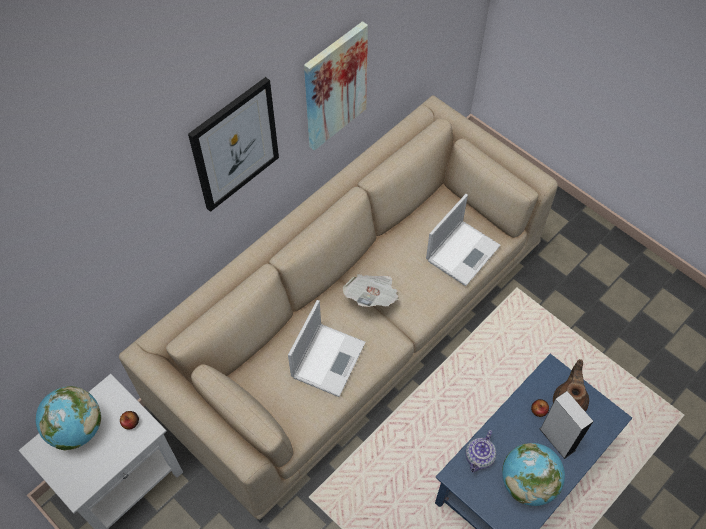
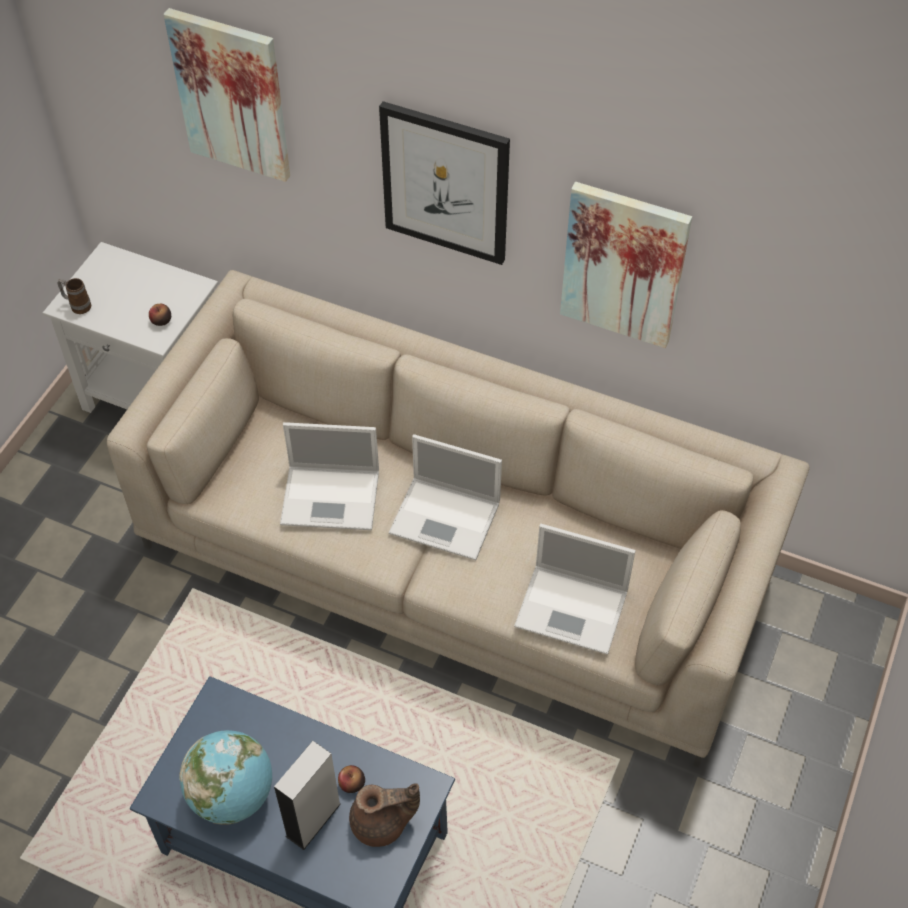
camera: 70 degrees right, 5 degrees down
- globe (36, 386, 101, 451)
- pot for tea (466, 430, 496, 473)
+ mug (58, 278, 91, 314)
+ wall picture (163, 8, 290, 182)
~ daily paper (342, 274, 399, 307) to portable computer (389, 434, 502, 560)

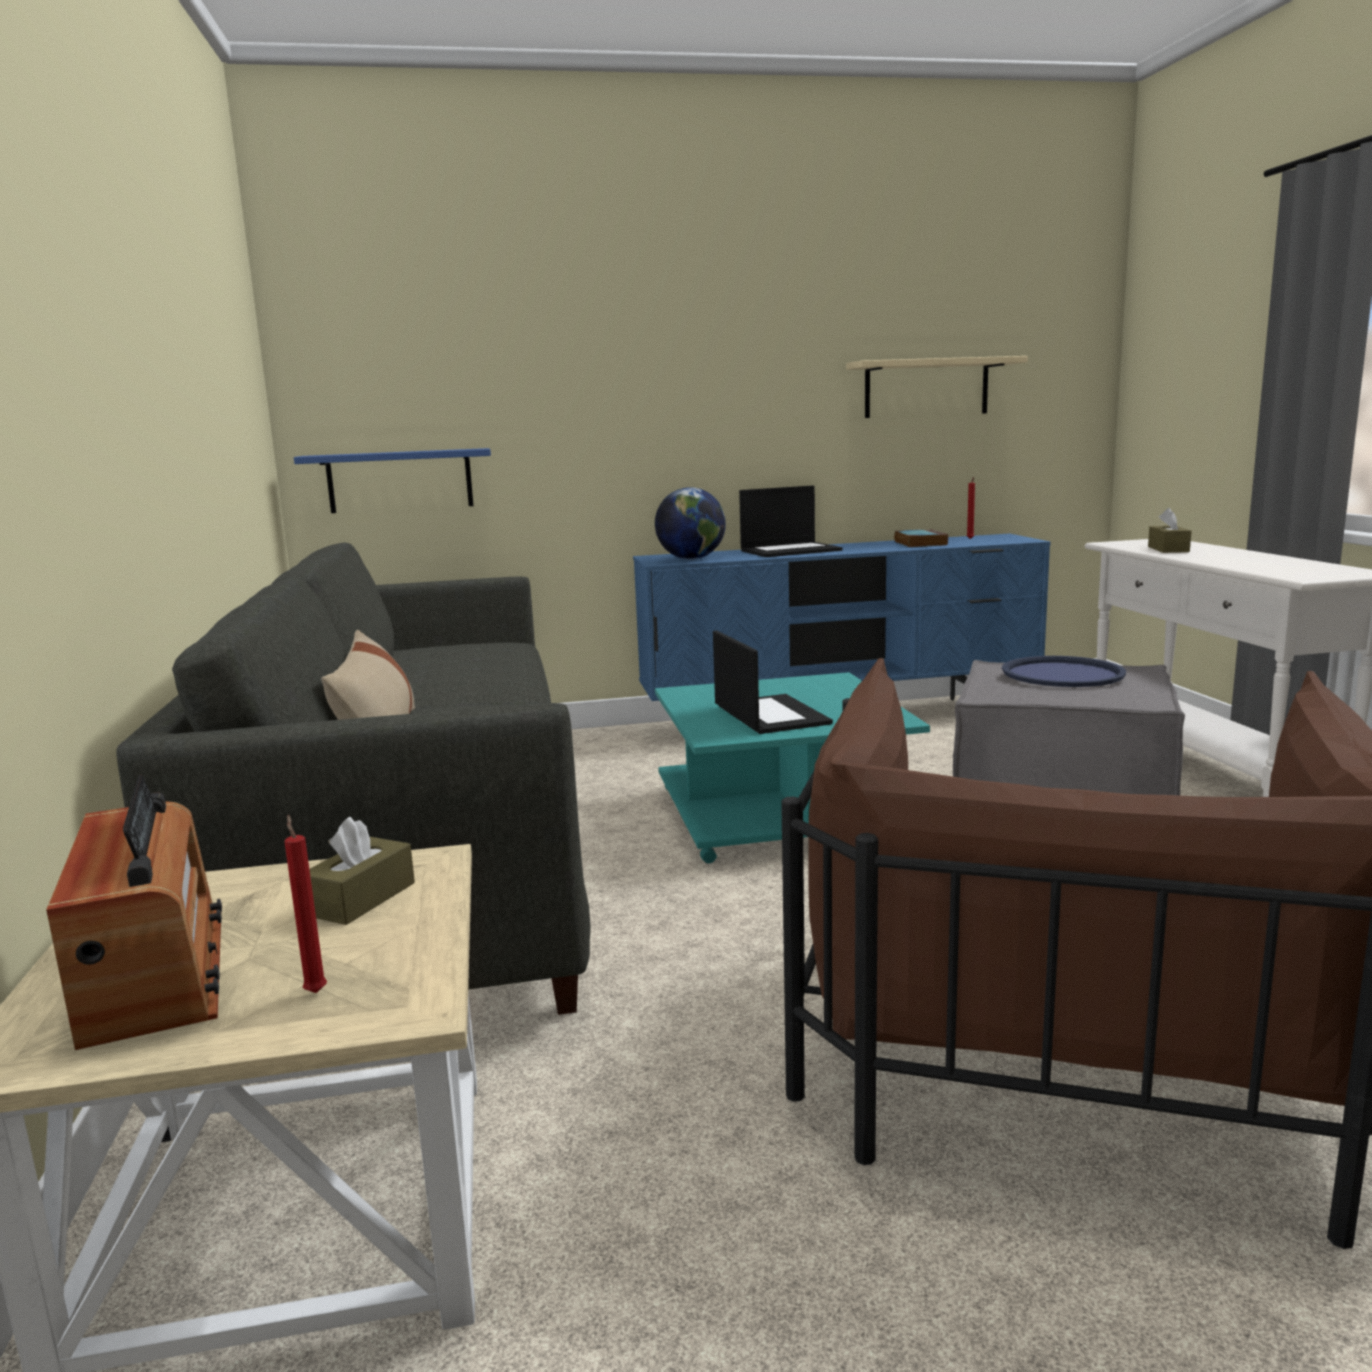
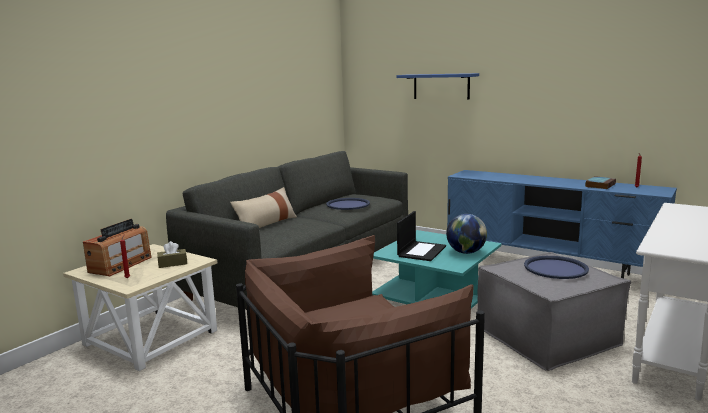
camera: 45 degrees right, 0 degrees up
- portable computer (739, 486, 843, 557)
- shelf (beige) (846, 356, 1028, 418)
- tissue box (brown) (1148, 508, 1192, 553)
+ tray (bluish) (326, 198, 370, 210)
~ shelf (bluish) (294, 448, 491, 513) to (397, 73, 479, 100)
~ globe (655, 487, 726, 559) to (446, 214, 487, 254)

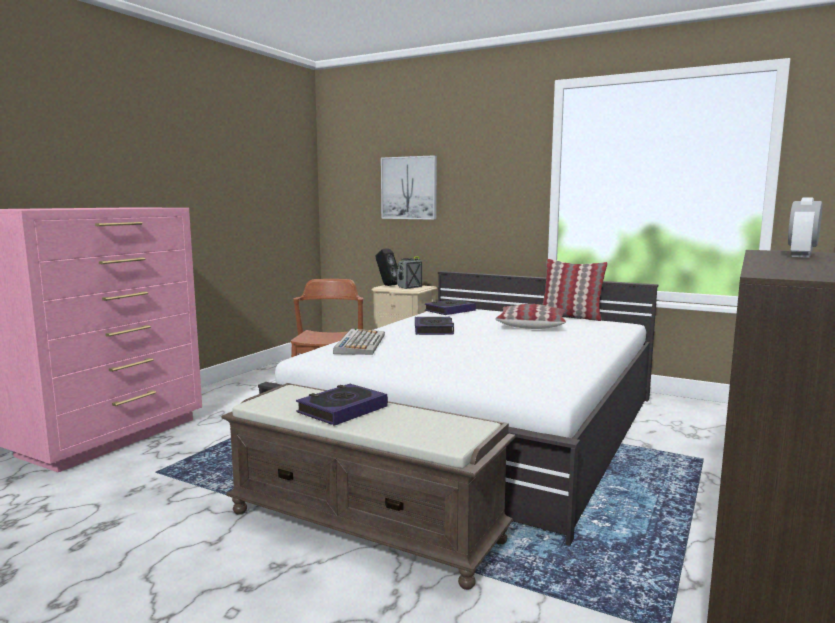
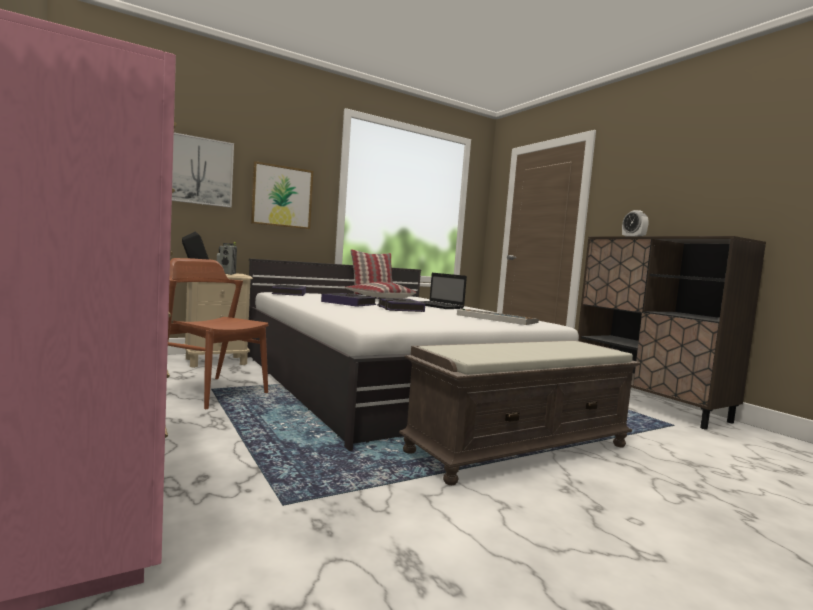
camera: 60 degrees left, 5 degrees down
+ wall picture (251, 161, 313, 229)
+ portable computer (419, 273, 467, 309)
~ book (296, 384, 388, 426) to (377, 297, 425, 312)
~ keyboard (333, 329, 385, 355) to (457, 309, 539, 325)

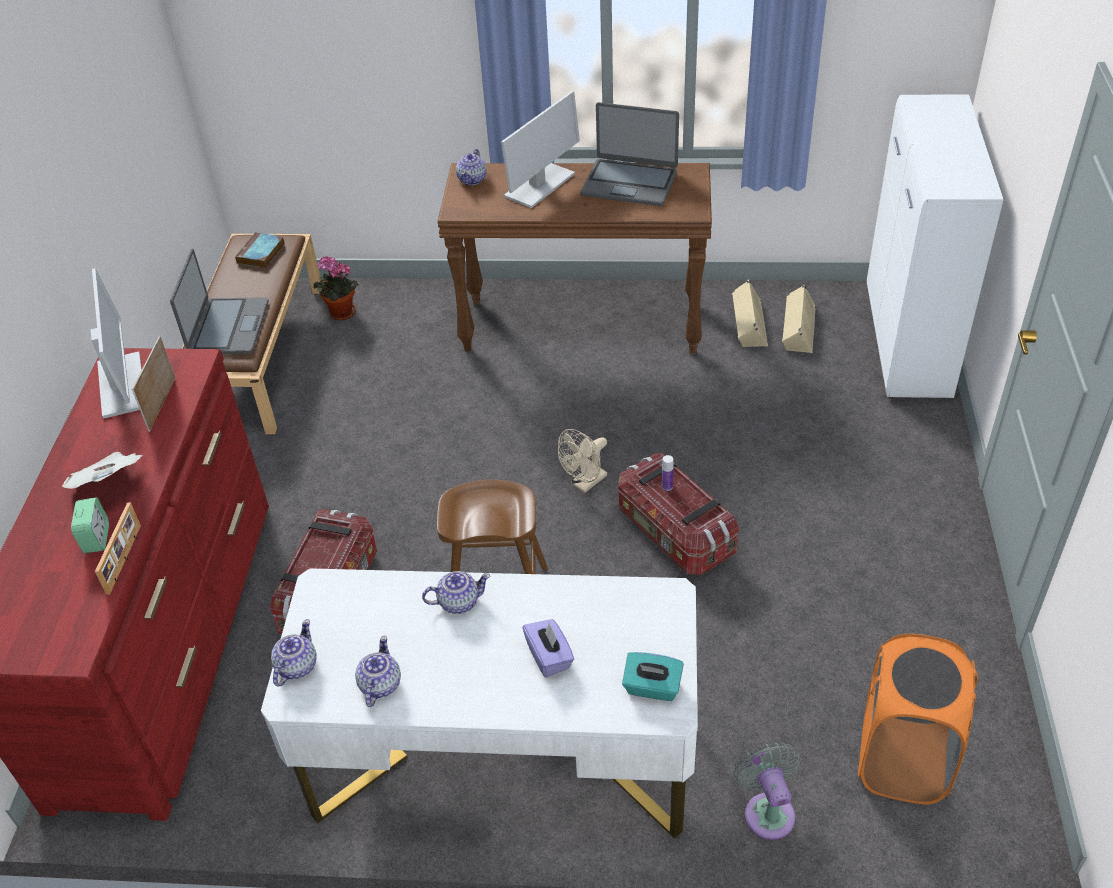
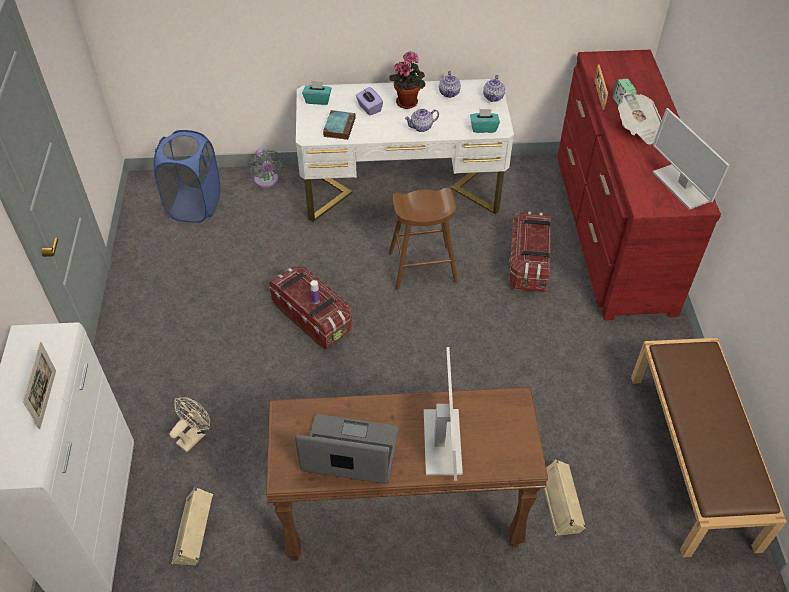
camera: 170 degrees right, 5 degrees up
- portable computer (170, 249, 269, 354)
- pot for tea (456, 149, 487, 185)
+ tissue box (turquoise) (470, 109, 500, 133)
~ photo frame (132, 336, 175, 432) to (22, 342, 56, 429)
~ book (235, 232, 285, 269) to (323, 110, 356, 140)
~ houseplant (314, 256, 358, 320) to (389, 51, 425, 109)
~ fan (beige) (558, 429, 607, 493) to (169, 397, 210, 452)
~ audio speaker (beige) (732, 280, 768, 347) to (544, 459, 586, 536)
~ washing basket (orange) (858, 634, 978, 805) to washing basket (bluish) (154, 130, 220, 223)
~ monitor (501, 91, 580, 208) = (424, 347, 463, 481) 150 degrees clockwise

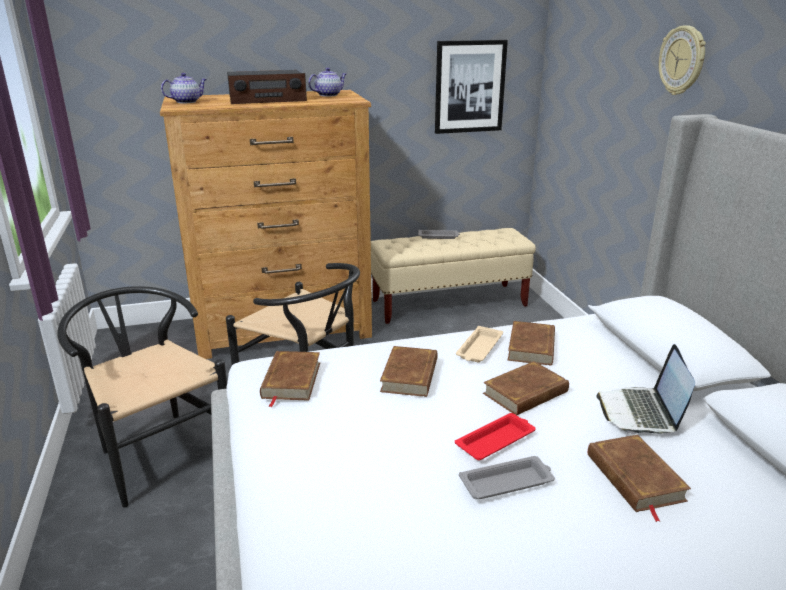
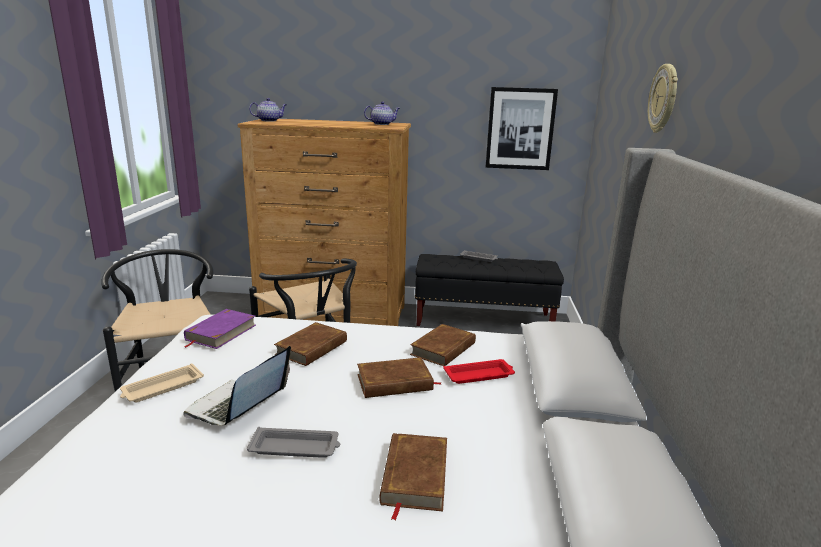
camera: 20 degrees right, 5 degrees down
- radio set (227, 70, 307, 104)
~ tray (red) (455, 413, 536, 460) to (443, 359, 515, 384)
~ tray (beige) (456, 326, 503, 362) to (120, 364, 204, 402)
~ portable computer (596, 344, 695, 434) to (183, 346, 291, 426)
~ book (brown) (260, 351, 320, 407) to book (purplish) (184, 309, 256, 349)
~ indoor bench (beige) (371, 228, 536, 324) to indoor bench (blackish) (415, 254, 564, 326)

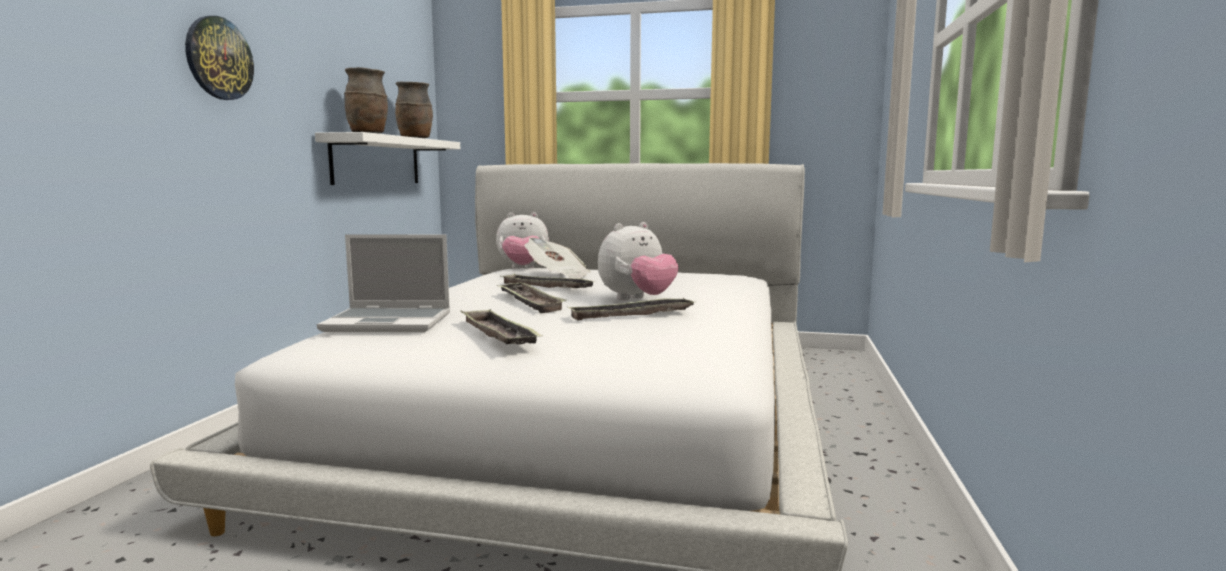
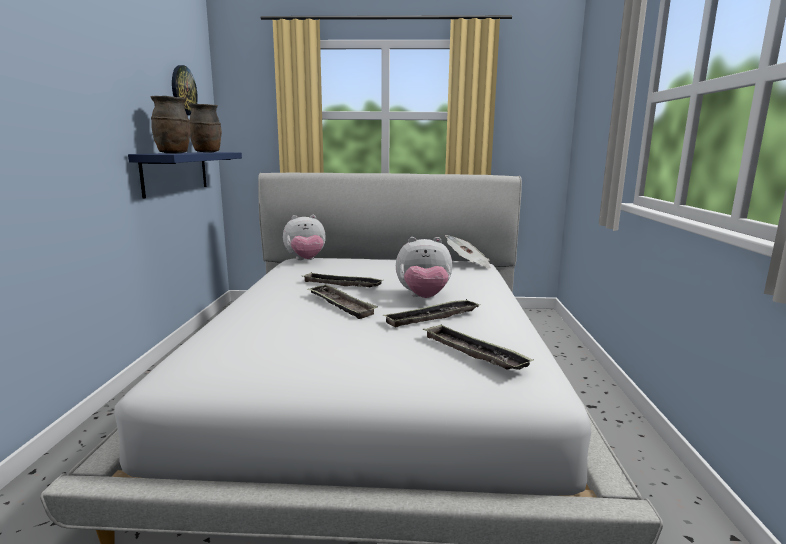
camera: 10 degrees left, 5 degrees up
- portable computer (317, 234, 450, 332)
~ clock on the wall (185, 16, 254, 100) to (172, 65, 198, 115)
~ tray (460, 309, 543, 345) to (423, 324, 534, 370)
~ daily paper (525, 237, 591, 279) to (445, 235, 491, 269)
~ shelf (white-coloured) (315, 132, 460, 185) to shelf (bluish) (128, 152, 242, 199)
~ soft toy (598, 222, 679, 300) = (396, 237, 452, 298) 45 degrees clockwise

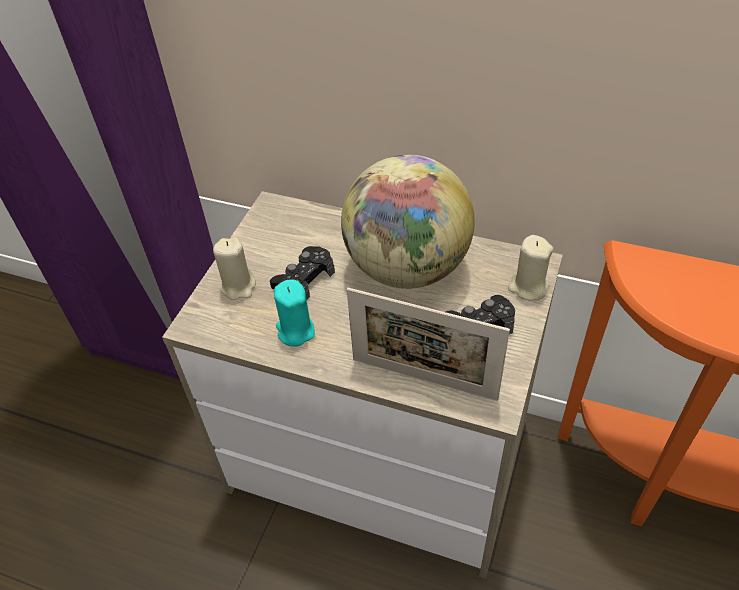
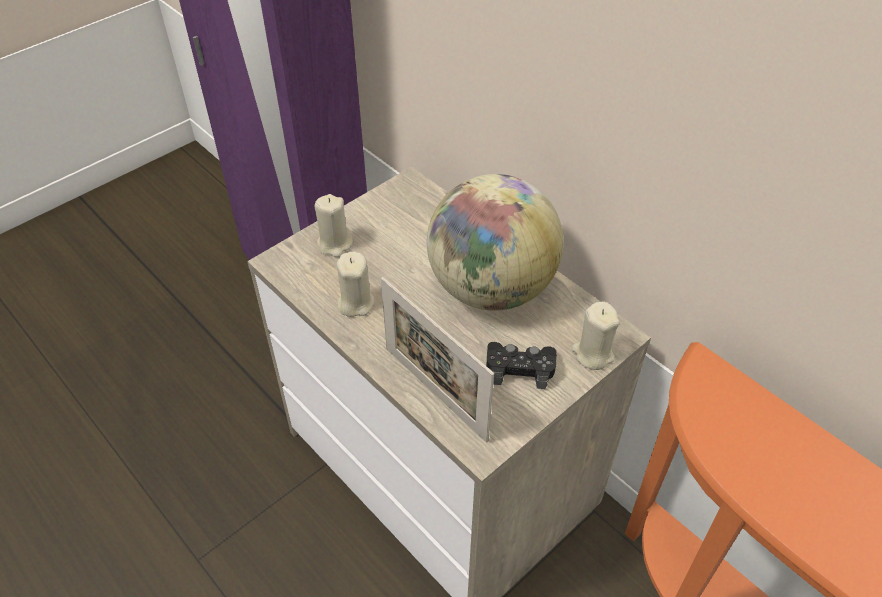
camera: 25 degrees right, 0 degrees up
- joypad (blackish) (270, 246, 335, 300)
~ wax light (turquoise) (274, 279, 315, 347) to wax light (beige) (337, 252, 374, 317)

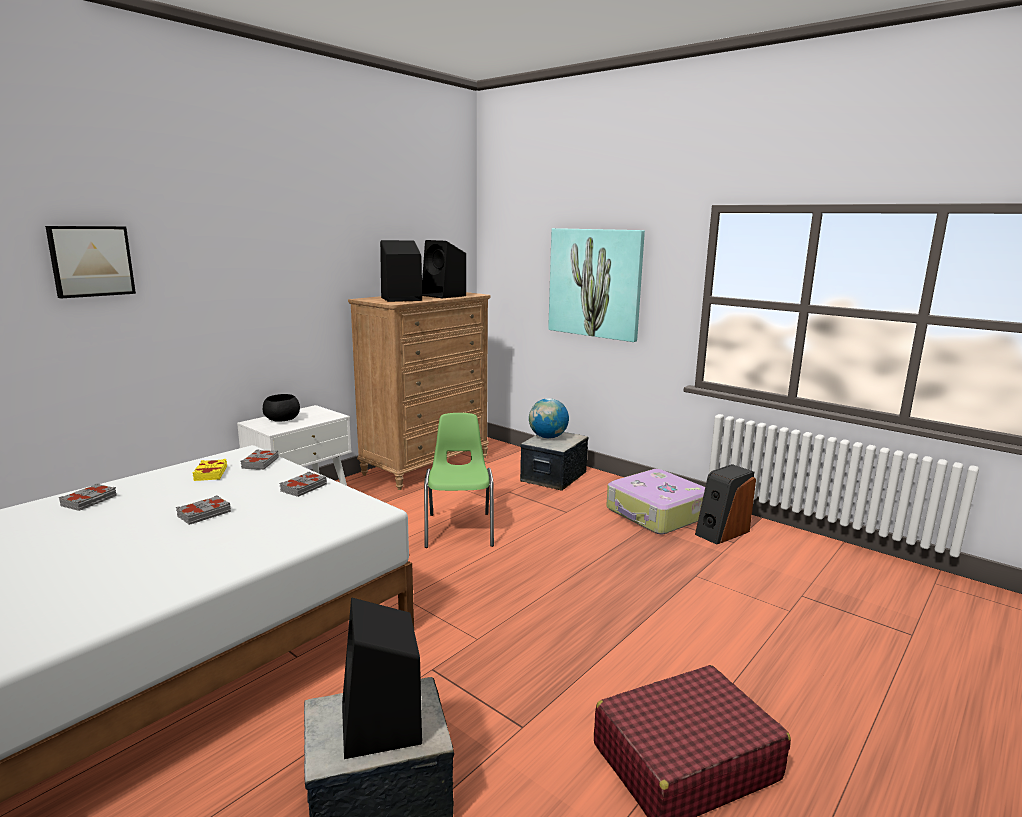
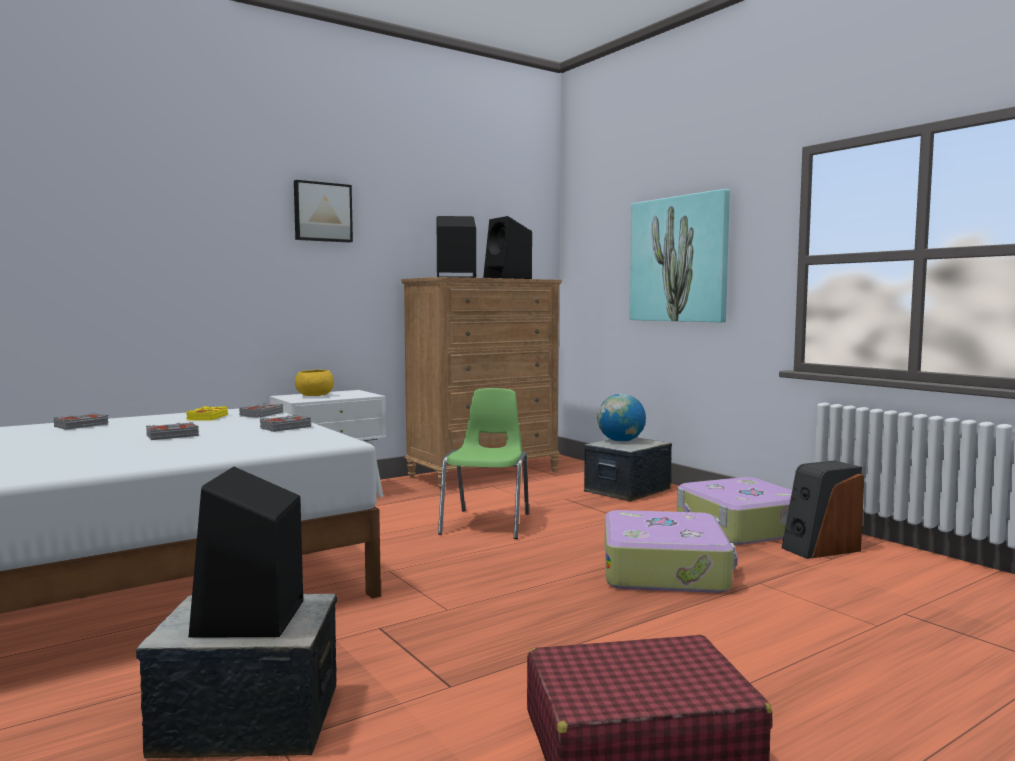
camera: 15 degrees right, 10 degrees down
+ piece of luggage (604, 510, 737, 593)
~ wall picture (45, 226, 136, 299) to (294, 180, 353, 243)
~ deep dish (blackish) (263, 394, 300, 421) to deep dish (yellowish) (295, 370, 334, 396)

